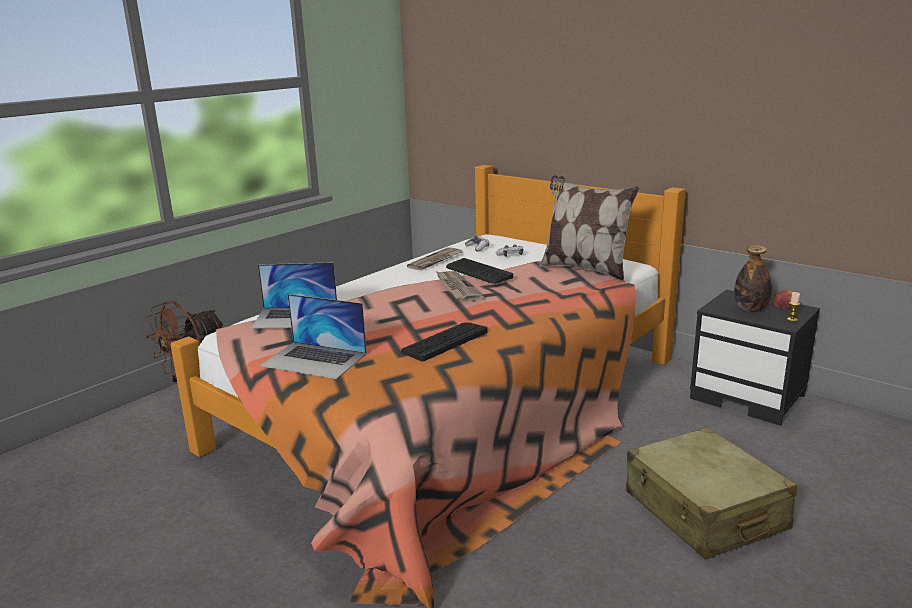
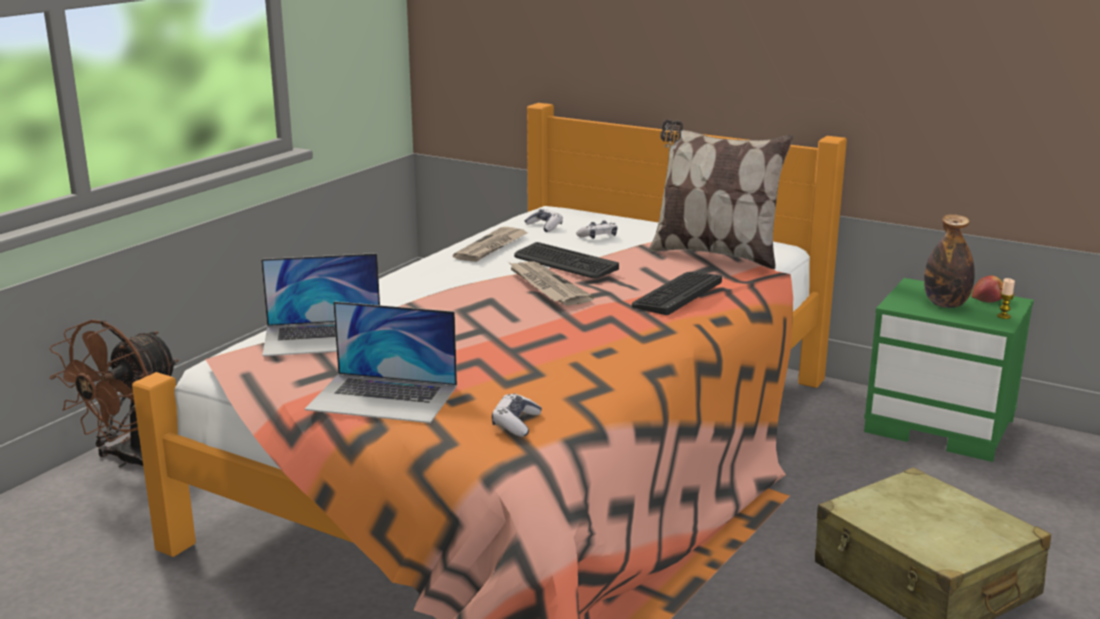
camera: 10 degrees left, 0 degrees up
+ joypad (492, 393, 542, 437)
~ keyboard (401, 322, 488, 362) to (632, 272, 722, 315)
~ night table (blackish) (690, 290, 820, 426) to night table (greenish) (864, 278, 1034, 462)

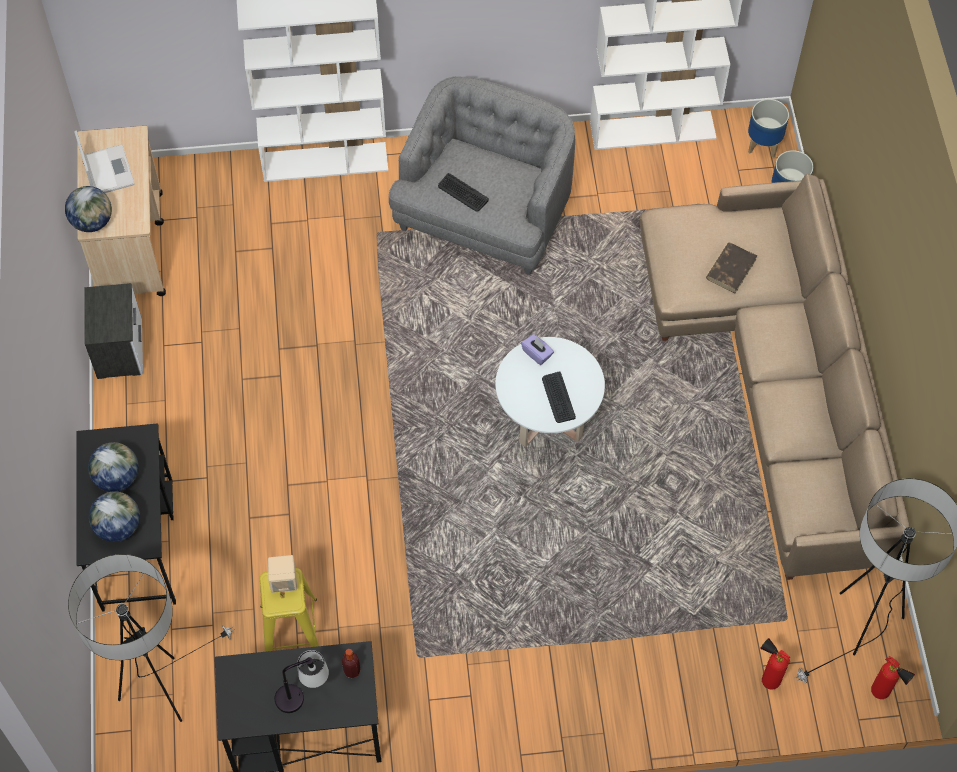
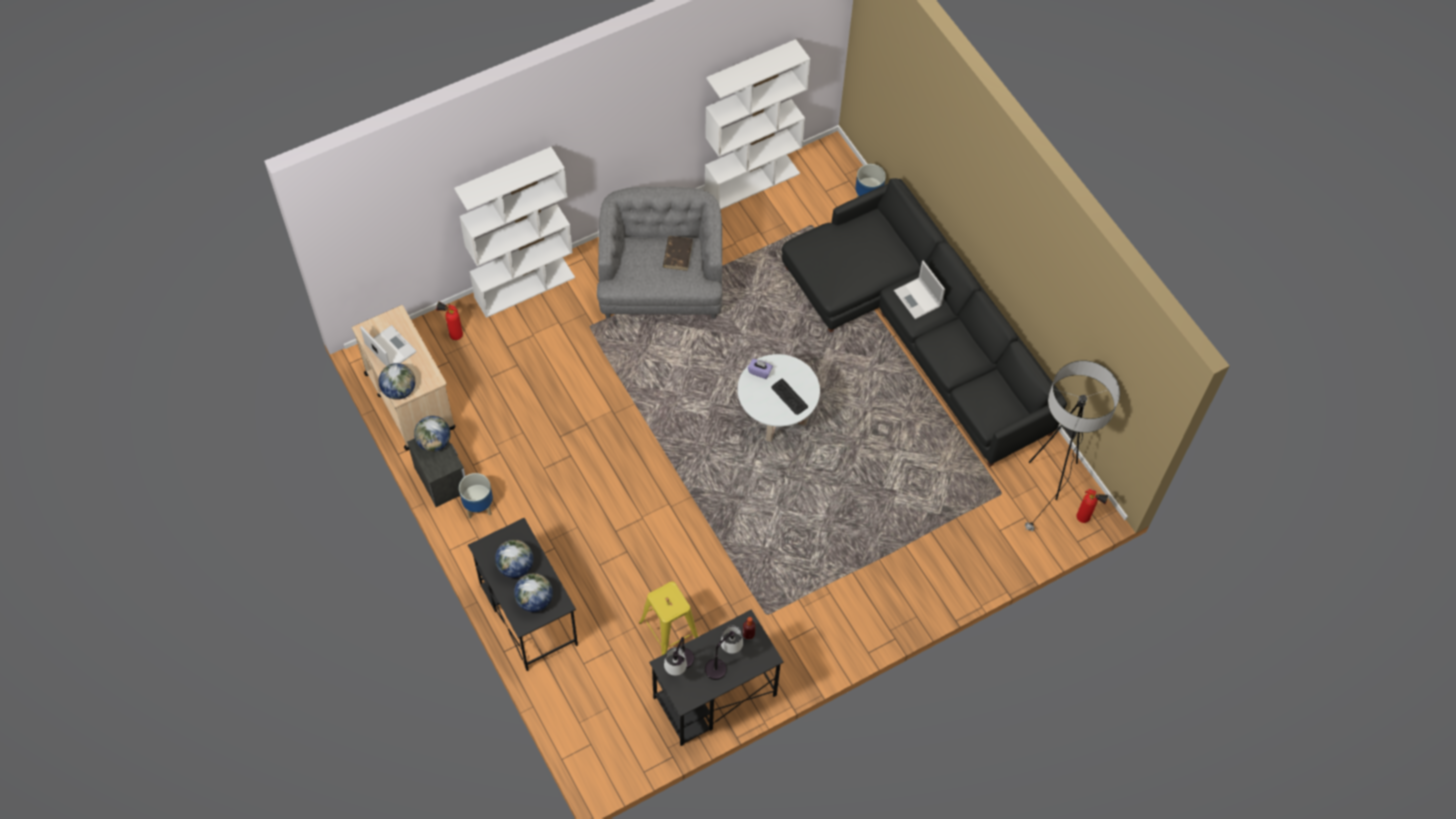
camera: 25 degrees left, 0 degrees up
- standard lamp (68, 554, 235, 722)
- audio speaker (beige) (268, 555, 297, 593)
- keyboard (438, 173, 489, 212)
+ globe (414, 416, 451, 452)
+ tabletop lamp (664, 637, 694, 676)
+ portable computer (894, 261, 945, 319)
~ book (brown) (706, 243, 757, 293) to (663, 236, 693, 271)
~ plant pot (748, 99, 789, 158) to (459, 473, 493, 518)
~ fire extinguisher (760, 638, 790, 690) to (436, 301, 463, 340)
~ couch (beige) (640, 174, 910, 580) to couch (blackish) (782, 178, 1067, 467)

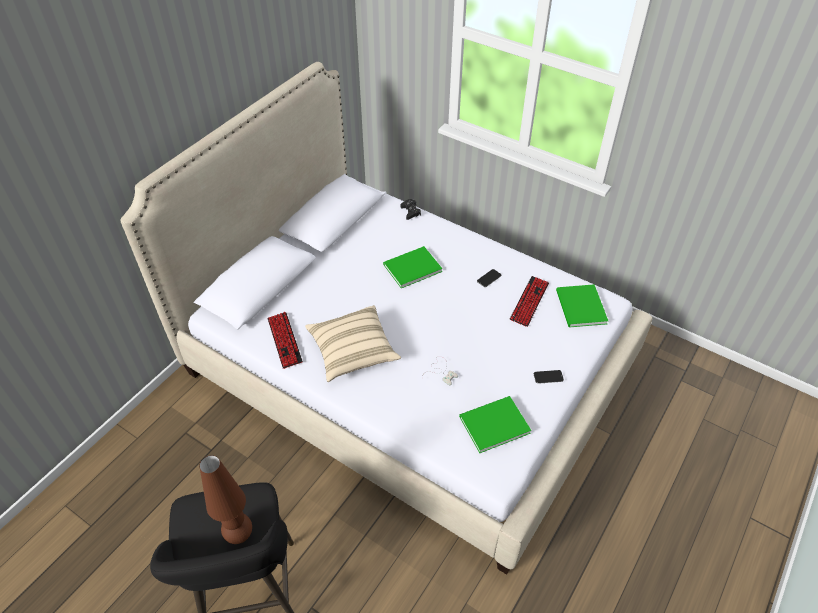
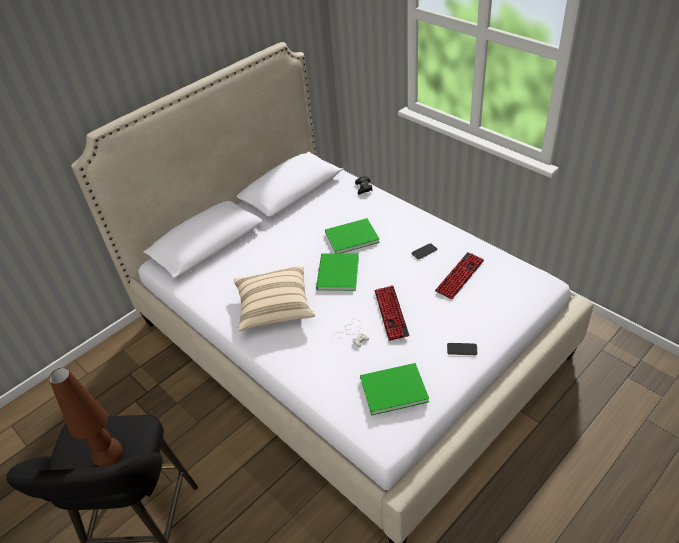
camera: 15 degrees right, 5 degrees down
~ keyboard (267, 312, 303, 369) to (374, 285, 409, 341)
~ book (greenish) (556, 284, 608, 328) to (316, 253, 359, 291)

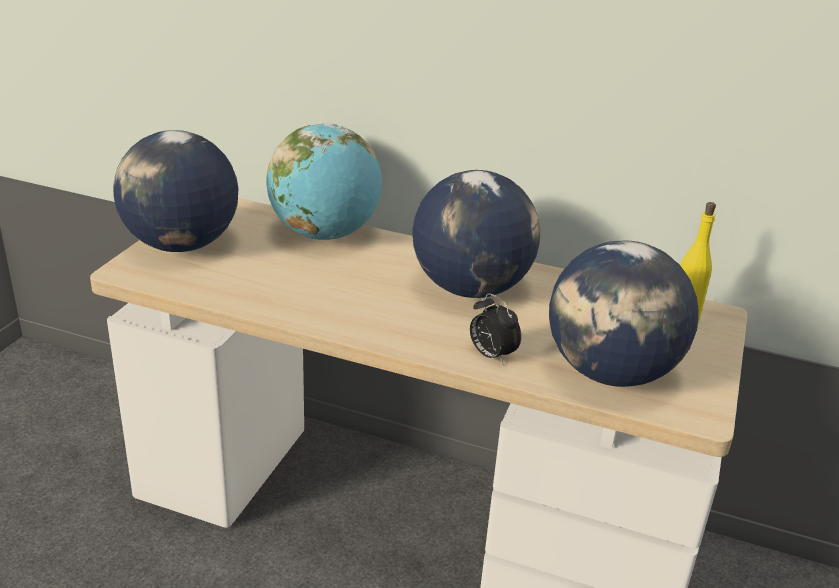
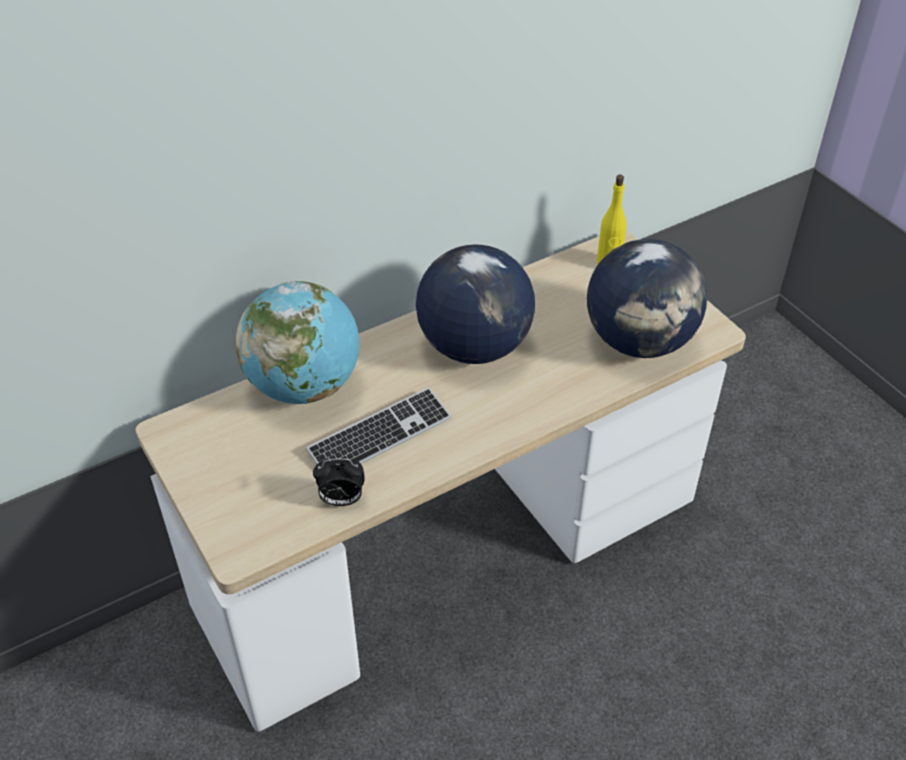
camera: 50 degrees left, 15 degrees up
- globe (113, 130, 238, 252)
+ keyboard (306, 387, 452, 464)
~ bedside clock (470, 293, 521, 364) to (313, 458, 365, 506)

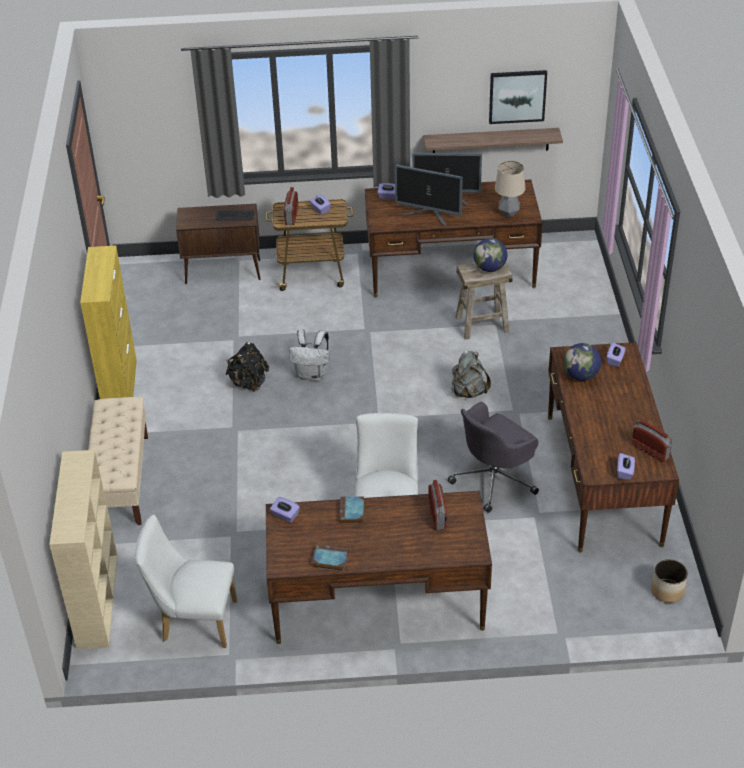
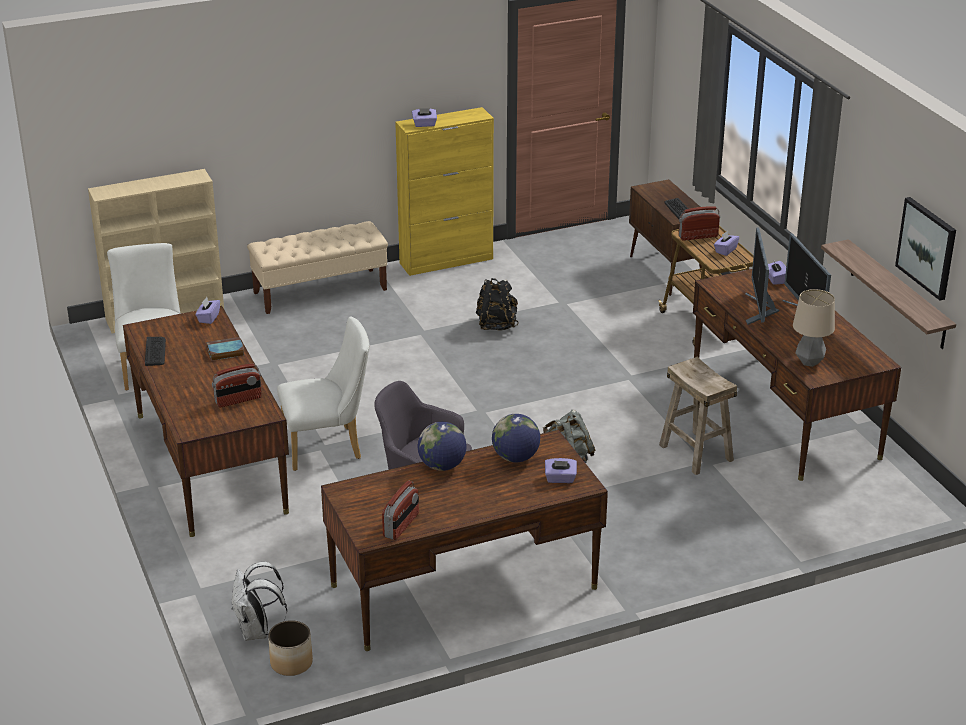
camera: 70 degrees right, 10 degrees down
~ knapsack (white-coloured) (289, 329, 330, 381) to (232, 562, 287, 641)
~ globe (474, 238, 507, 272) to (417, 422, 467, 471)
~ tissue box (purplish) (617, 453, 635, 480) to (412, 108, 437, 127)
~ book (312, 544, 349, 571) to keyboard (145, 337, 166, 366)

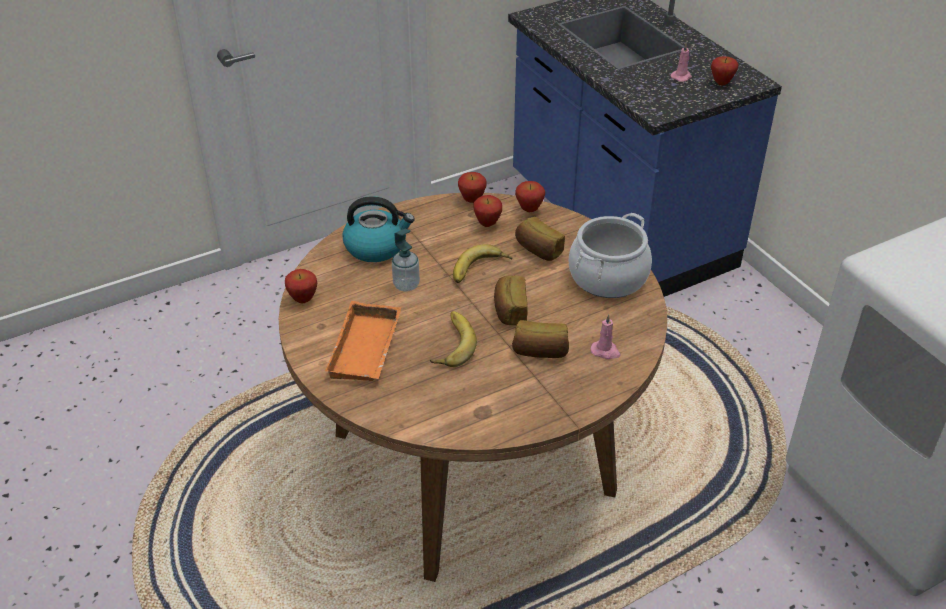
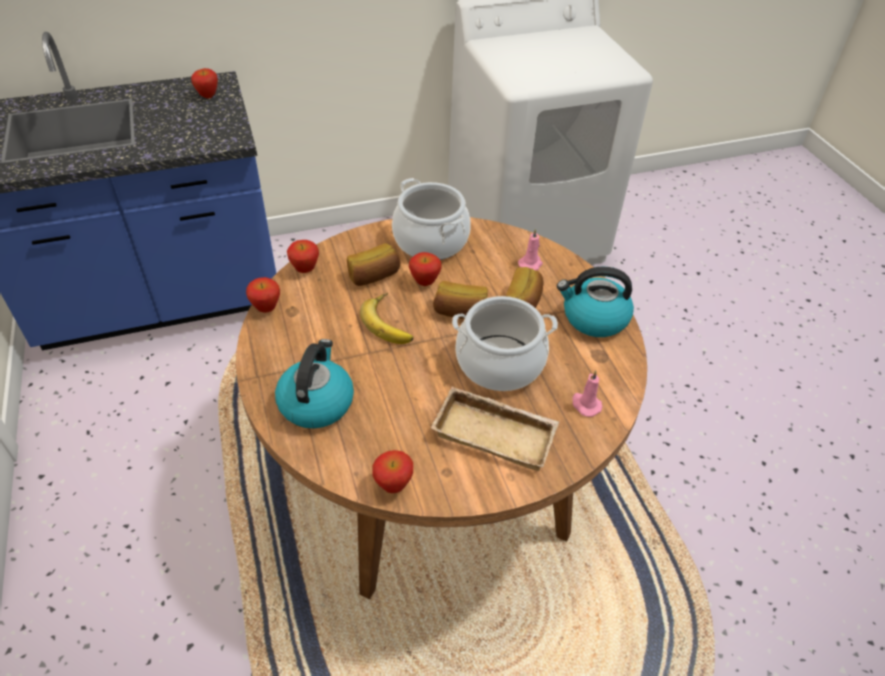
camera: 80 degrees left, 5 degrees up
- soap dispenser (392, 229, 420, 292)
+ tea kettle (557, 267, 634, 337)
~ apple fruit (474, 195, 502, 227) to (409, 252, 442, 286)
~ wax light (pinkish) (671, 43, 692, 82) to (573, 370, 602, 417)
~ banana fruit (430, 311, 477, 367) to stockpot (452, 296, 558, 391)
~ tray (orange) (325, 301, 401, 381) to tray (beige) (431, 387, 559, 471)

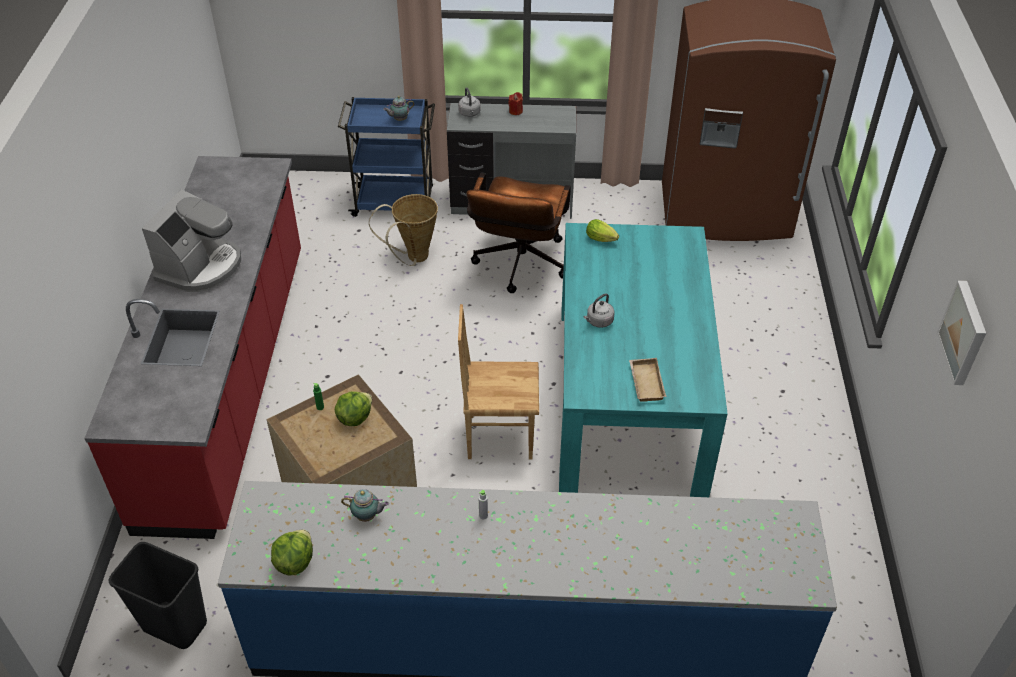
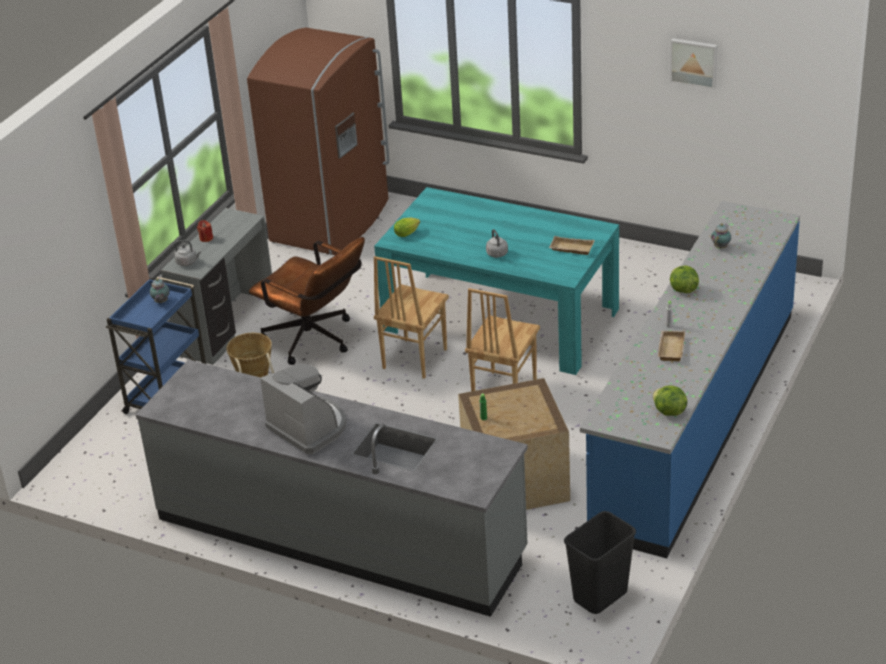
camera: 65 degrees left, 10 degrees down
+ upright chair (brown) (374, 256, 449, 379)
+ tray (beige) (658, 331, 685, 361)
~ lettuce (335, 391, 372, 426) to (670, 265, 699, 293)
~ pot for tea (341, 489, 389, 522) to (711, 223, 731, 249)
~ kitchen counter (red) (84, 156, 301, 539) to kitchen counter (grey) (136, 359, 528, 617)

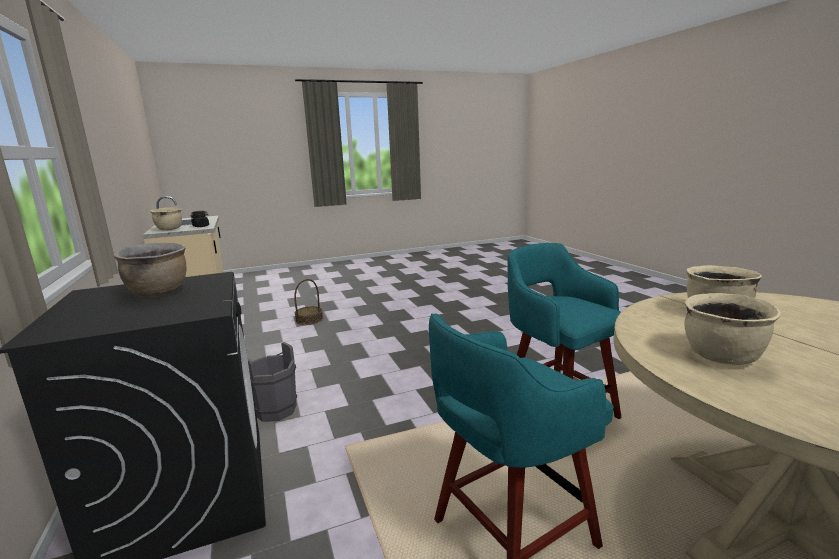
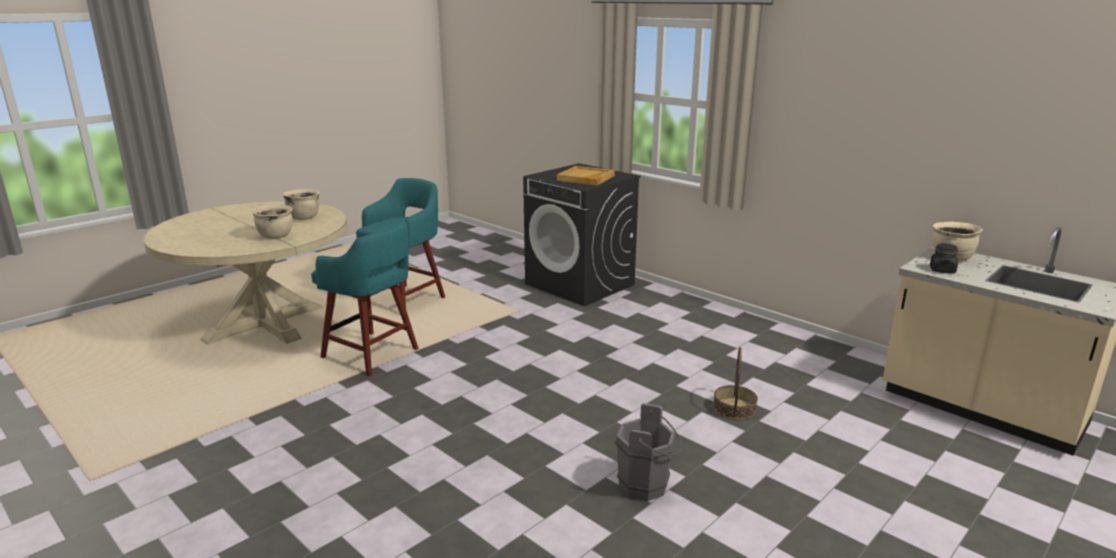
camera: 155 degrees right, 5 degrees up
~ bucket (grey) (247, 342, 297, 422) to (615, 403, 682, 501)
~ stockpot (brown) (113, 243, 186, 297) to tray (beige) (557, 166, 615, 185)

